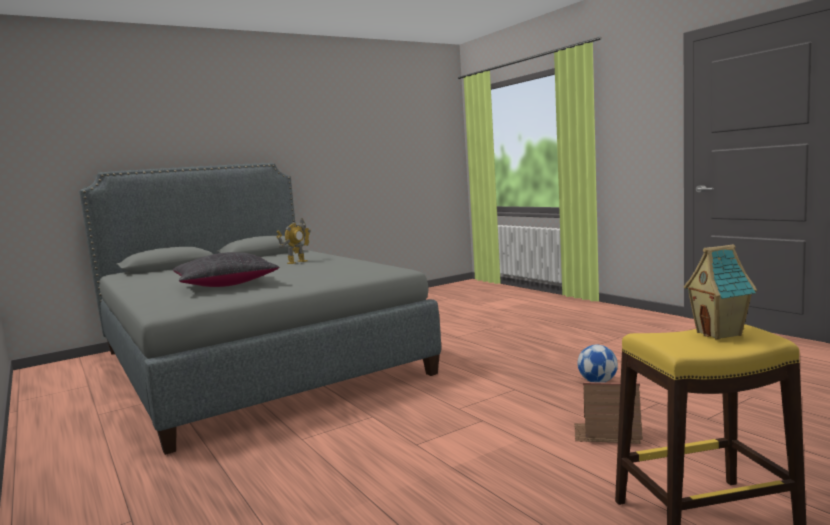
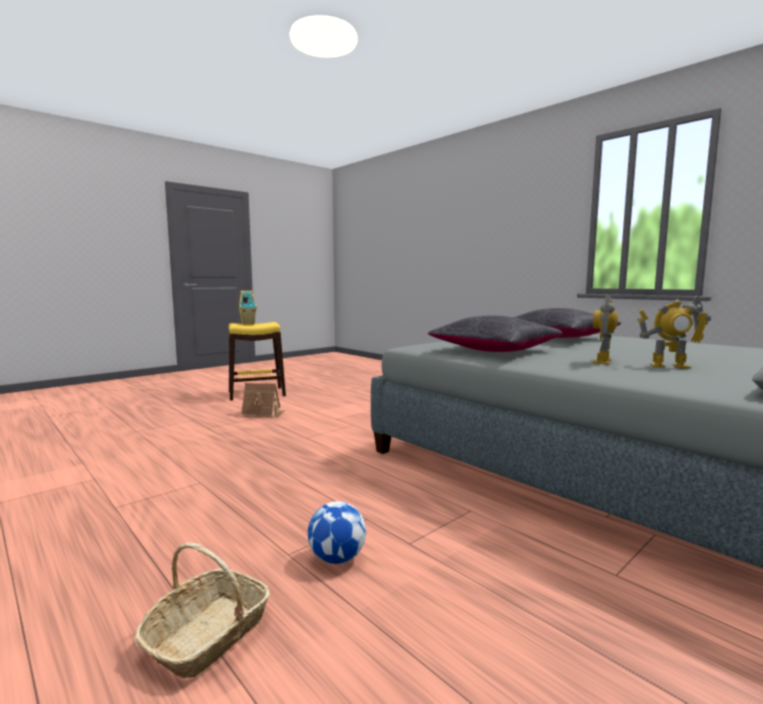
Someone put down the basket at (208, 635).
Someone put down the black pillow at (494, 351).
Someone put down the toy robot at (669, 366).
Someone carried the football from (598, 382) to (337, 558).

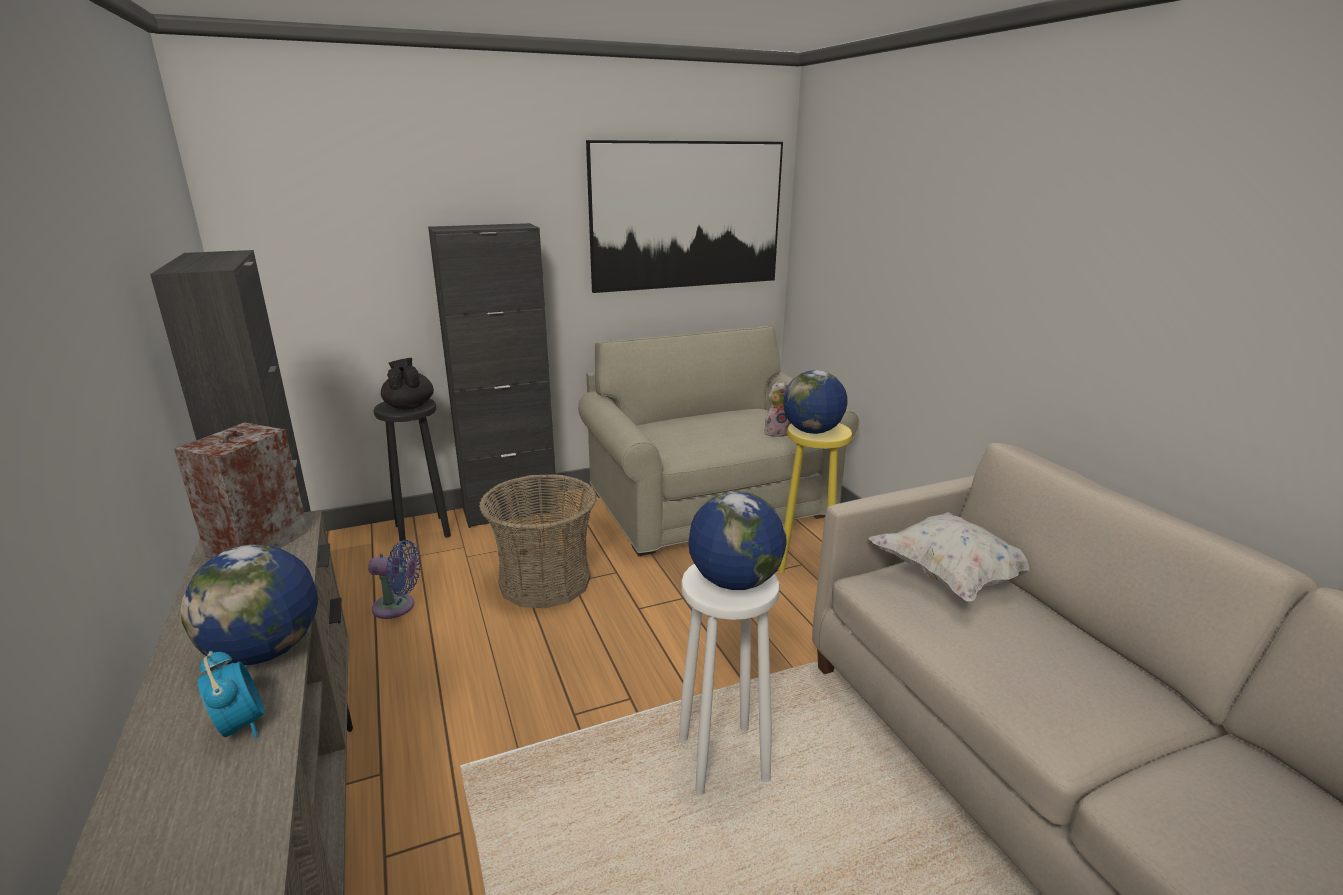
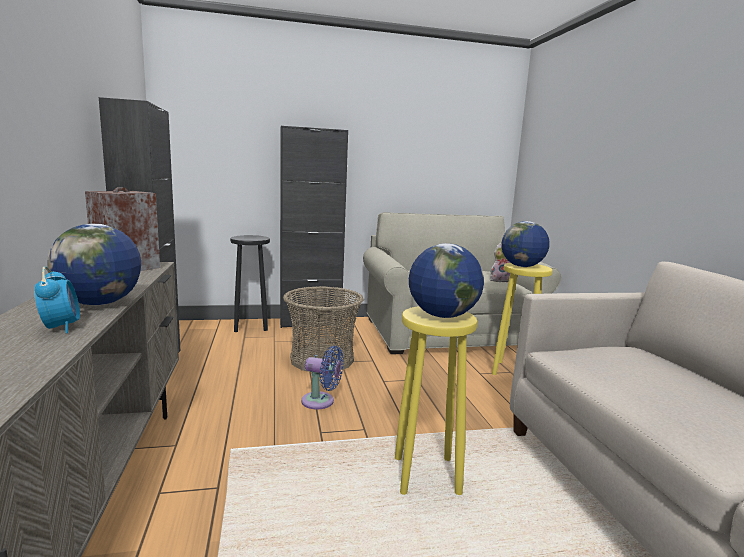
Someone took away the black teapot at (409, 406).
Someone took away the picture at (687, 216).
Someone took away the white pillow at (951, 576).
Someone carried the blue fan from (398, 607) to (321, 402).
Someone repainted the white stool at (723, 760), which became the yellow stool at (426, 476).

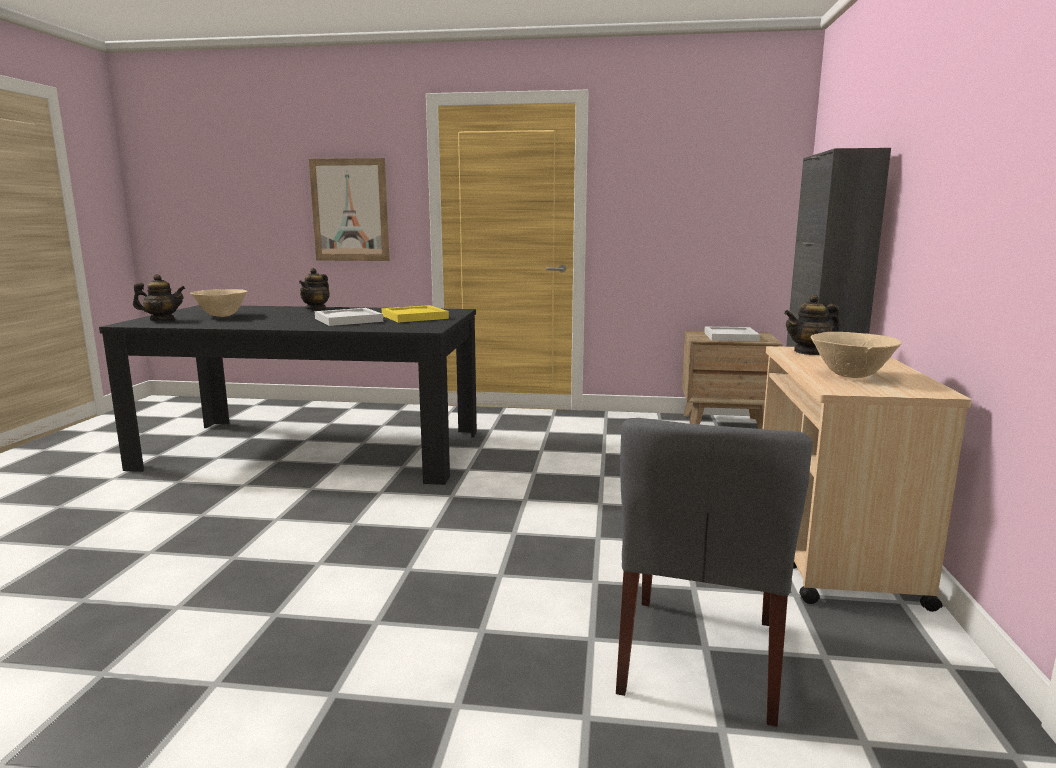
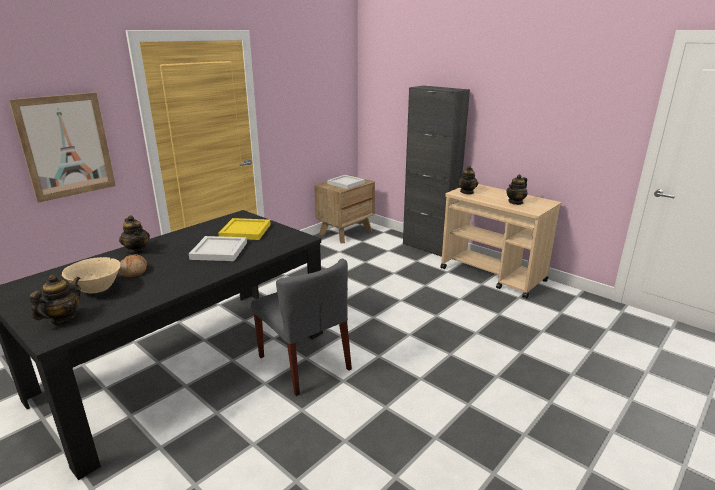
Someone put down the bread at (134, 271).
Someone carried the grey chair from (700, 656) to (304, 363).
Someone swapped the beige bowl at (851, 376) for the teapot at (515, 202).

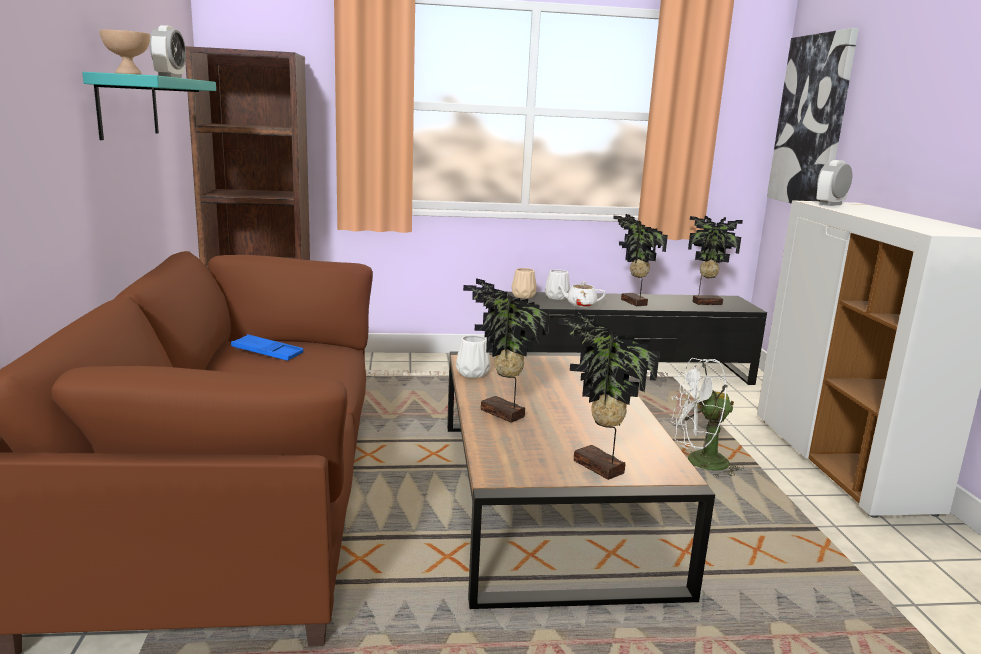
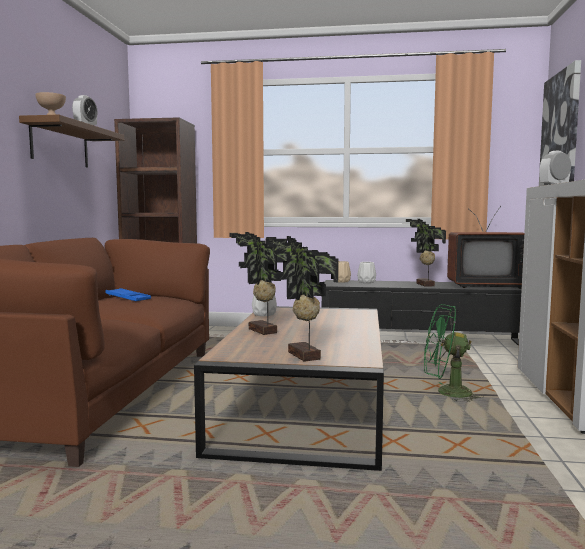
Someone took away the white teapot at (580, 304).
Someone swapped the potted plant at (705, 302) for the television at (486, 285).
Someone repainted the turquoise shelf at (128, 106), which became the brown shelf at (60, 145).
Someone repainted the white fan at (699, 462), which became the green fan at (446, 392).

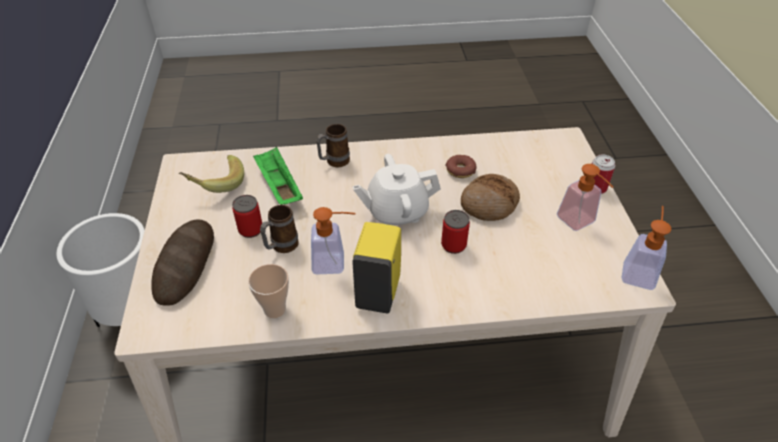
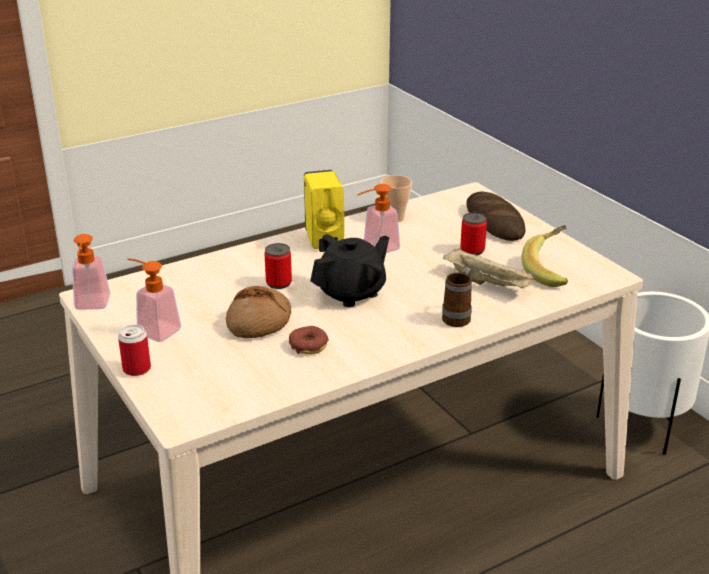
Someone took away the mug at (281, 247).
Someone repainted the green tray at (279, 186), which became the beige tray at (489, 283).
Someone repainted the white teapot at (396, 212), which became the black teapot at (351, 293).

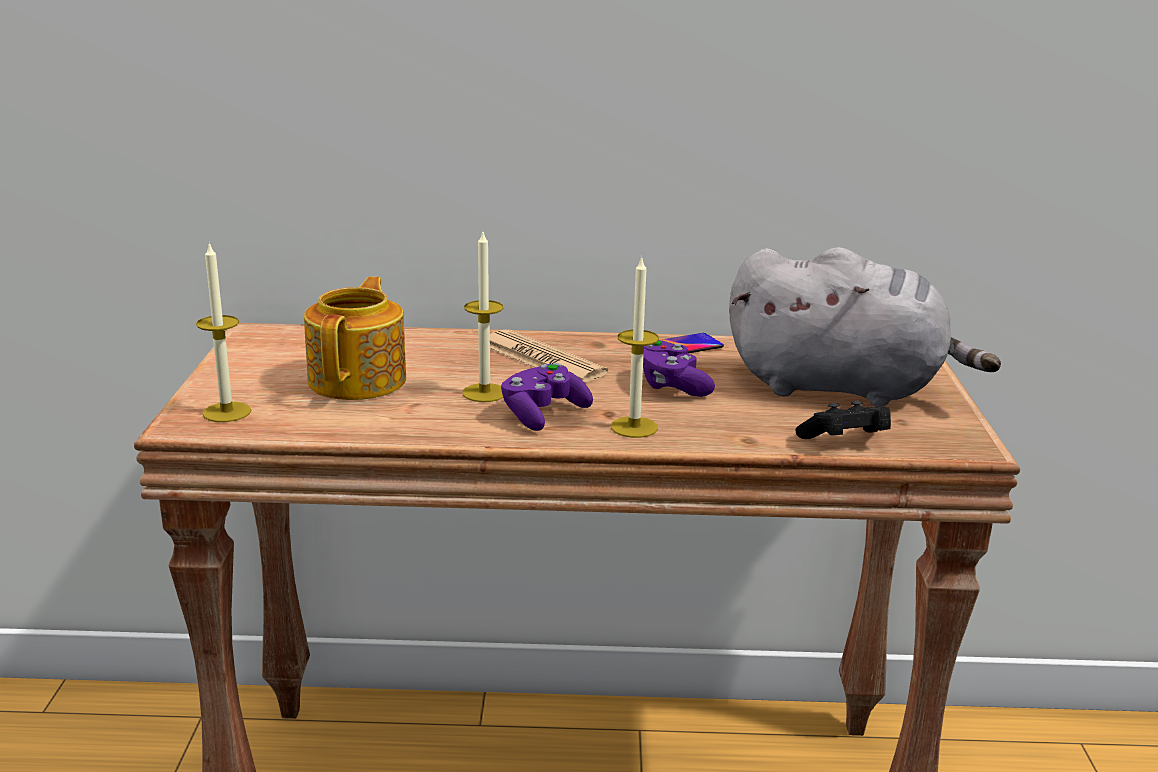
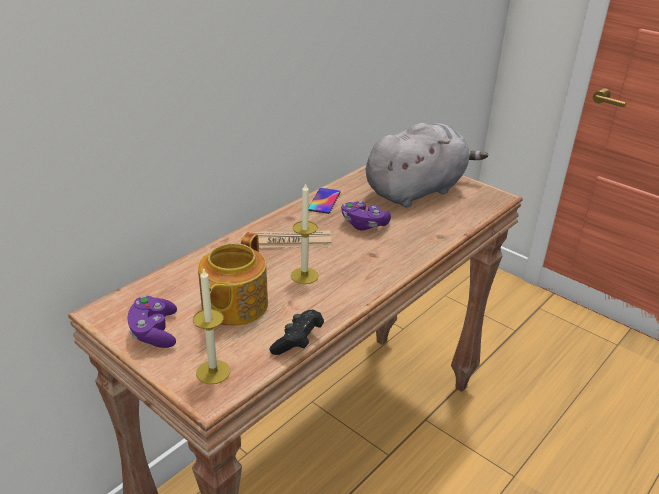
Someone took away the candle at (634, 427).
Someone carried the purple game controller from (543, 414) to (154, 332).
Someone carried the black game controller from (845, 442) to (298, 342).
Someone rotated the teapot at (359, 380) by 120 degrees counterclockwise.

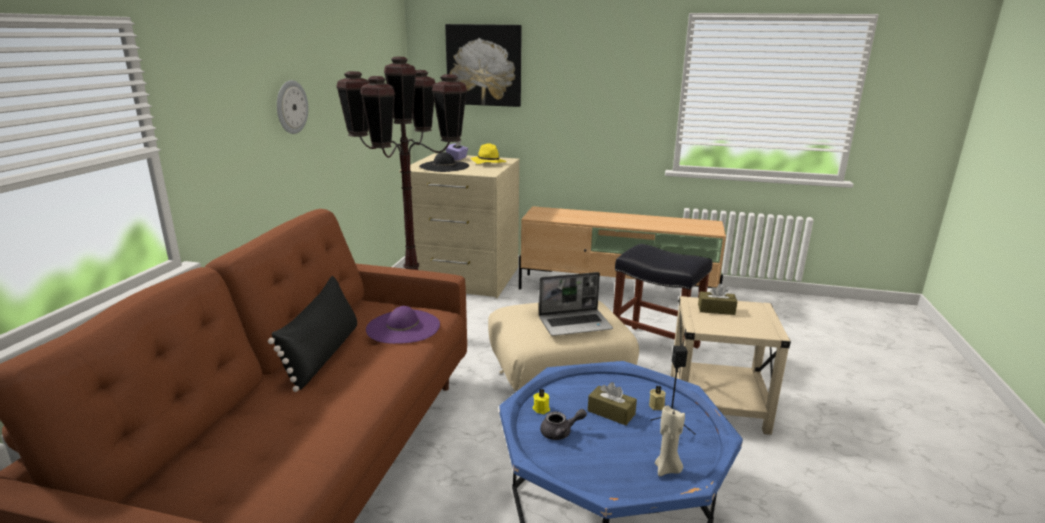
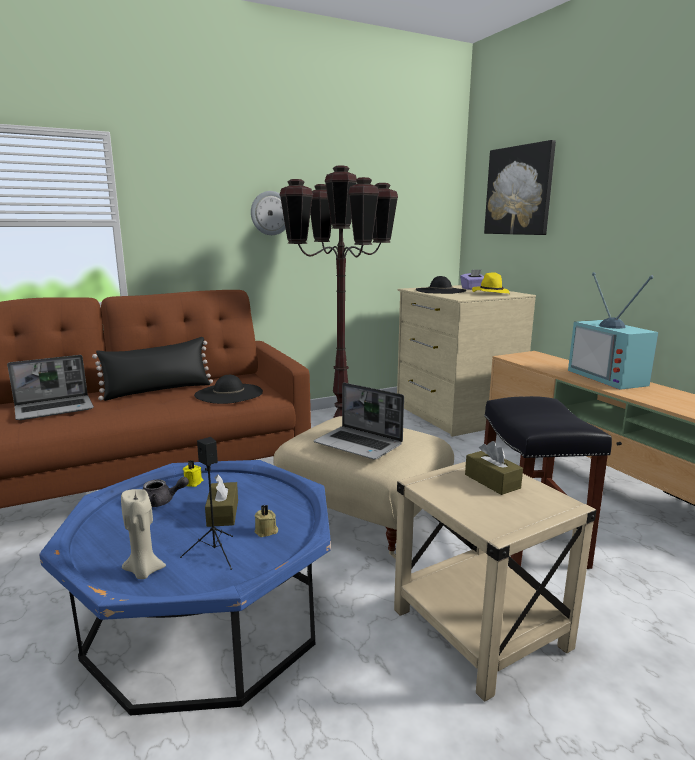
Someone put down the laptop at (55, 409).
Someone put down the television at (610, 378).
Someone repainted the purple hat at (403, 327), which became the black hat at (229, 393).
Someone rotated the grey teapot at (560, 432) by 45 degrees counterclockwise.

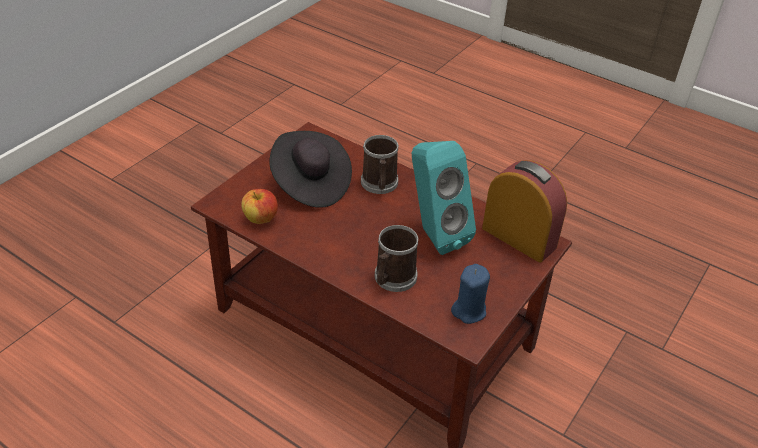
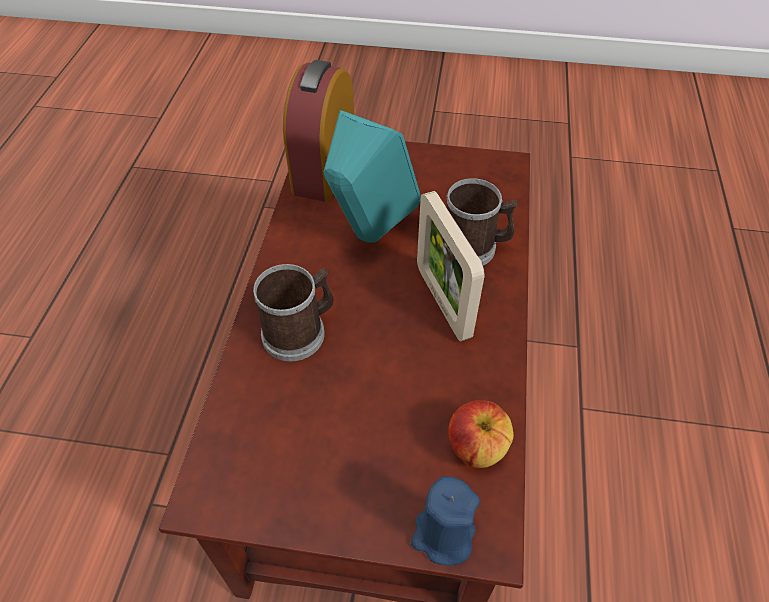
Someone took away the black hat at (310, 184).
Someone put down the picture frame at (443, 302).
Someone carried the blue candle from (469, 310) to (443, 535).

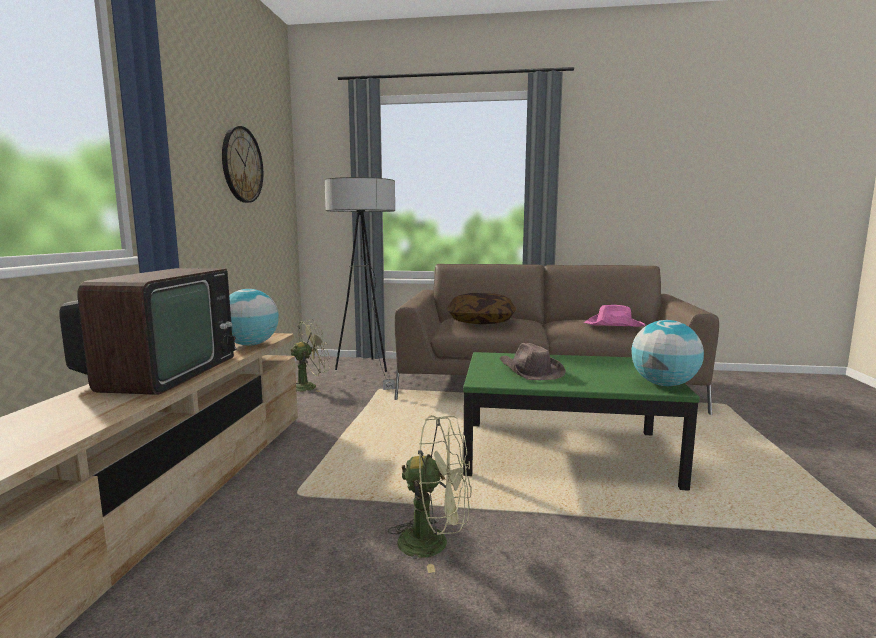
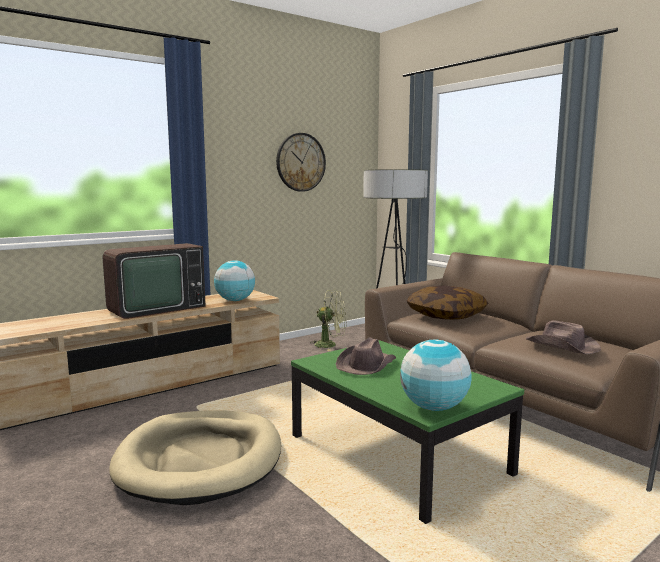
Someone swapped the green fan at (434, 543) for the beige dog bed at (200, 460).
Someone repainted the pink hat at (614, 325), which became the brown hat at (562, 346).

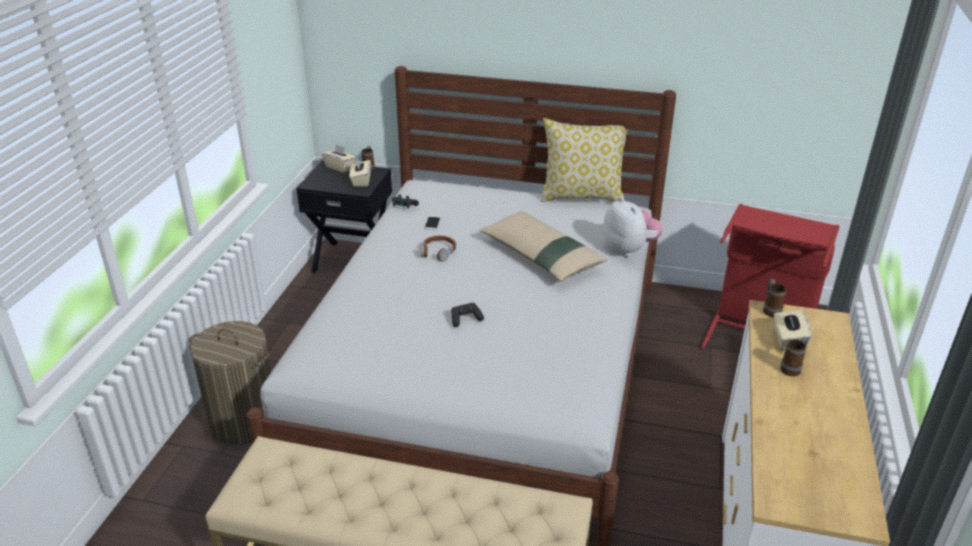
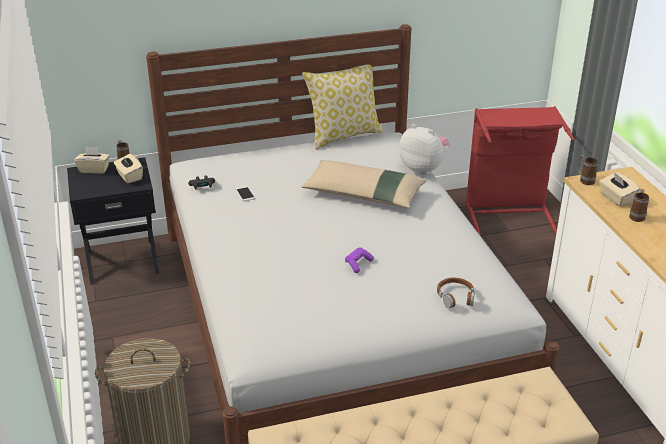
Someone carried the brown headphones from (438, 252) to (455, 297).
Someone repainted the black game controller at (465, 319), which became the purple game controller at (358, 264).

